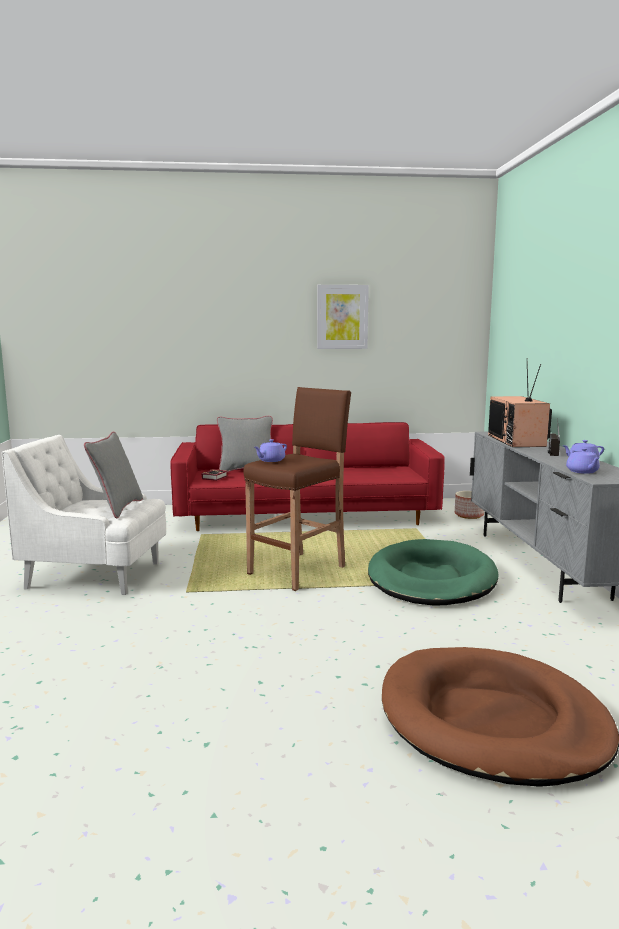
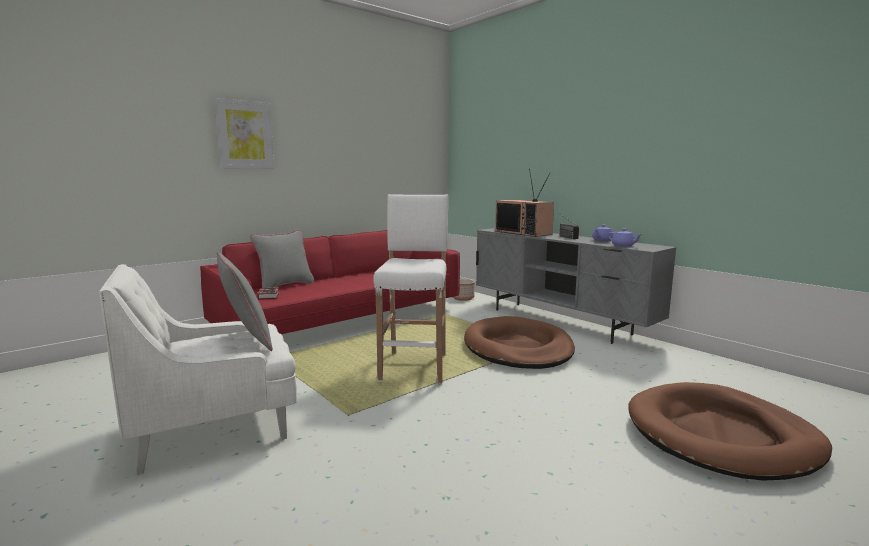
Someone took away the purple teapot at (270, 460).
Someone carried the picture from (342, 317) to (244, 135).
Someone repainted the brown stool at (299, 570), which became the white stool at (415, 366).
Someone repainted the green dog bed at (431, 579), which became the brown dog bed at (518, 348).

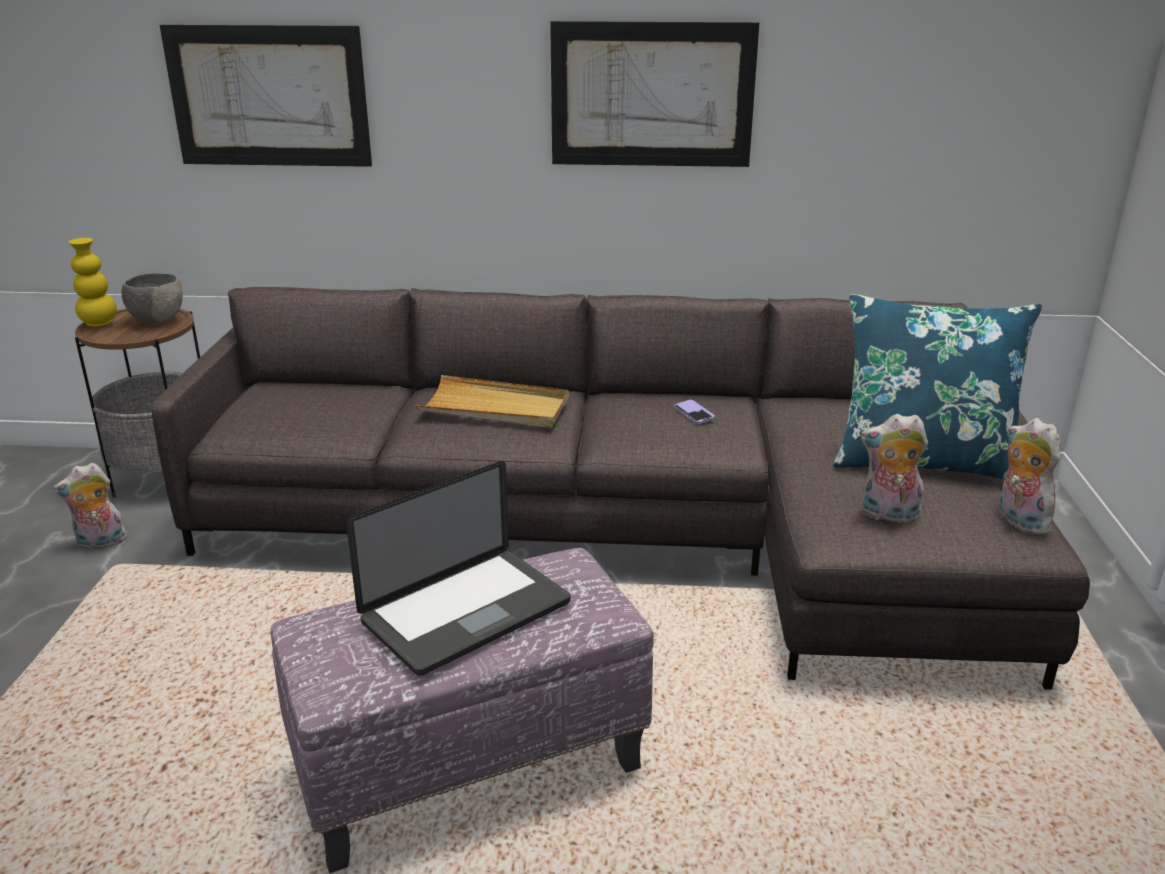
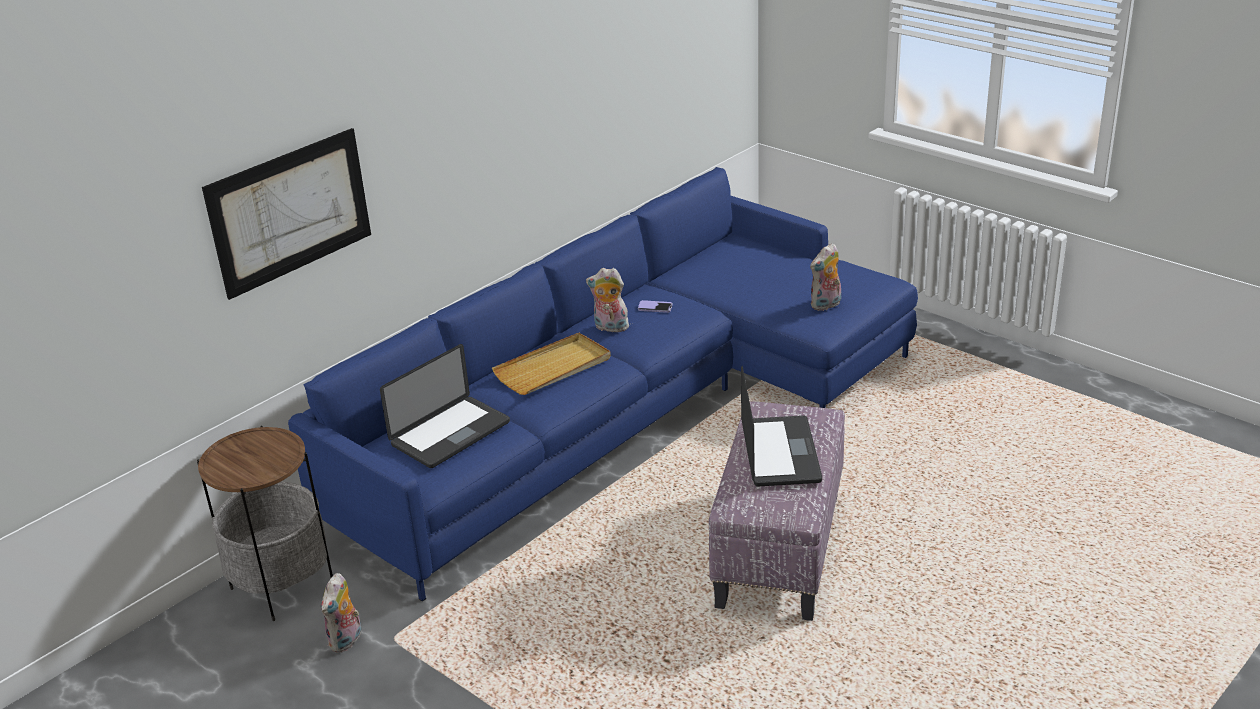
Someone took away the yellow vase at (99, 323).
Someone took away the grey bowl at (158, 320).
Someone took away the picture at (652, 95).
Someone took away the blue pillow at (922, 461).
Someone put down the laptop at (450, 434).
Someone carried the plush toy from (1018, 521) to (610, 328).
Someone repainted the grey sofa at (629, 535), which became the blue sofa at (633, 412).

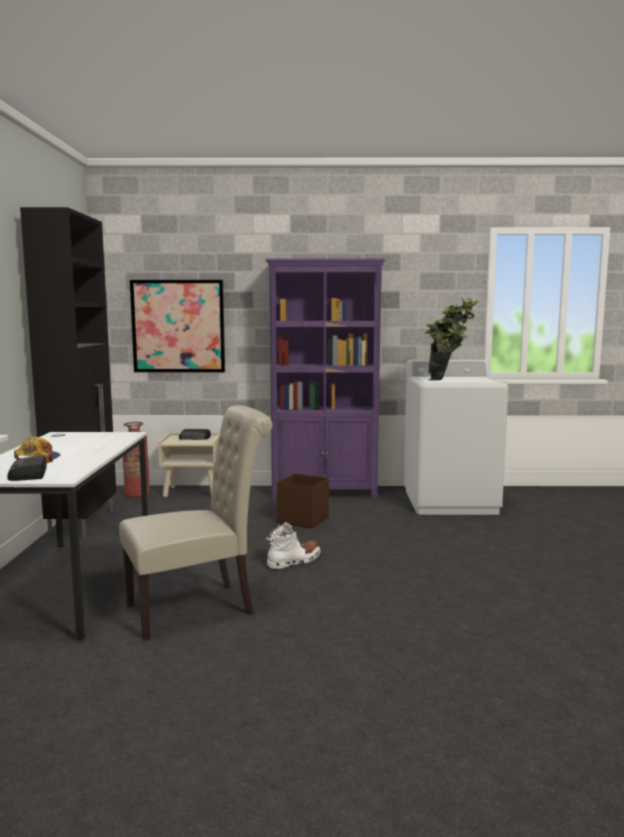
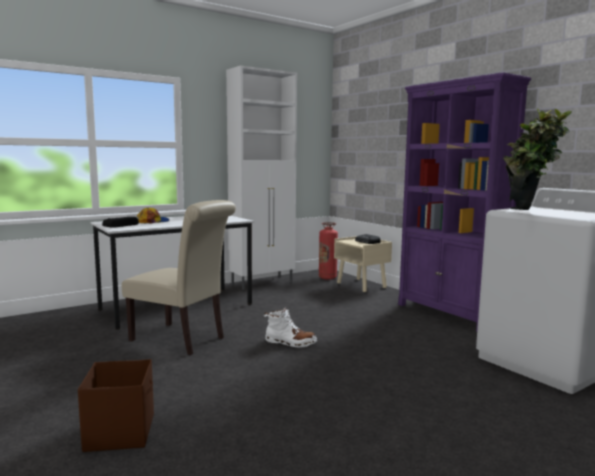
Someone took away the picture at (178, 326).
Someone carried the brown storage box from (302, 520) to (121, 432).
Someone repainted the black cabinet at (84, 523), which became the white cabinet at (263, 283).

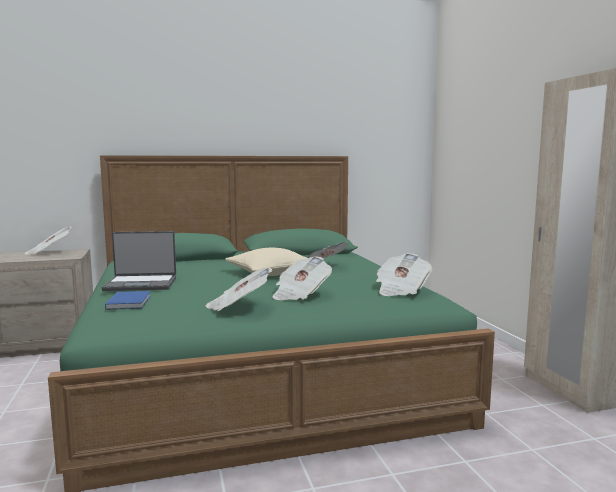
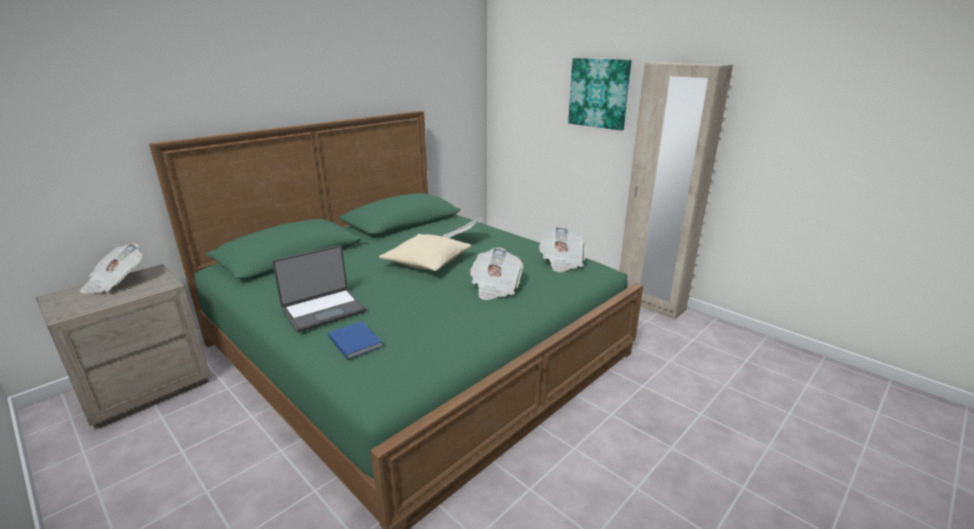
Someone took away the newspaper at (238, 306).
Someone put up the picture at (599, 93).

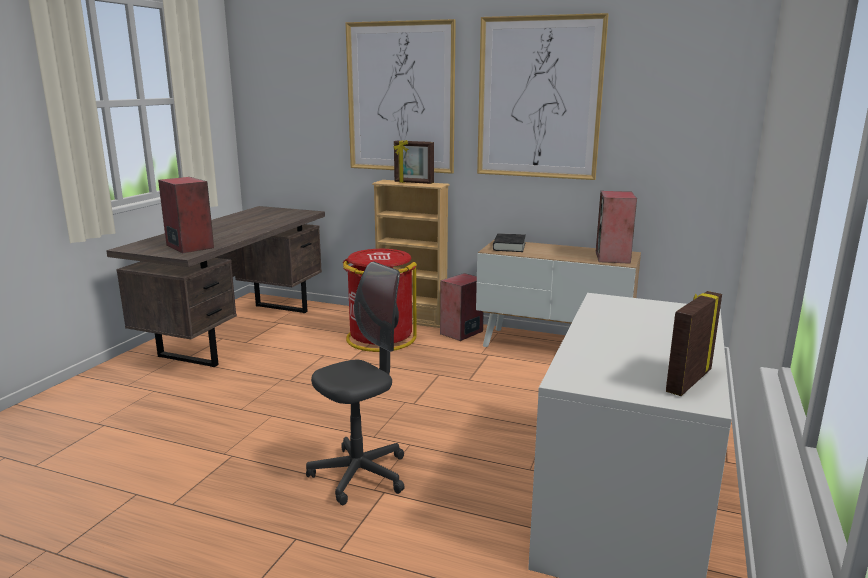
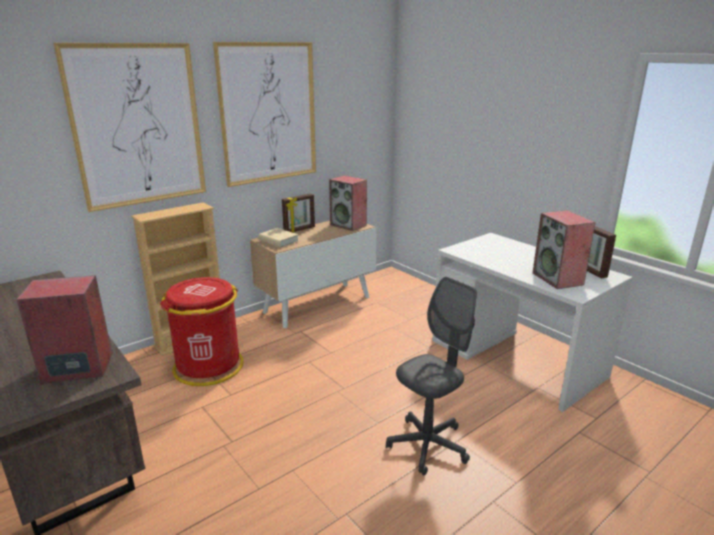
Someone carried the picture frame from (413, 183) to (299, 230).
Someone carried the speaker from (461, 333) to (558, 279).
Someone repainted the black book at (509, 246), which became the beige book at (278, 241).
Someone rotated the grey office chair at (360, 475) by 60 degrees clockwise.

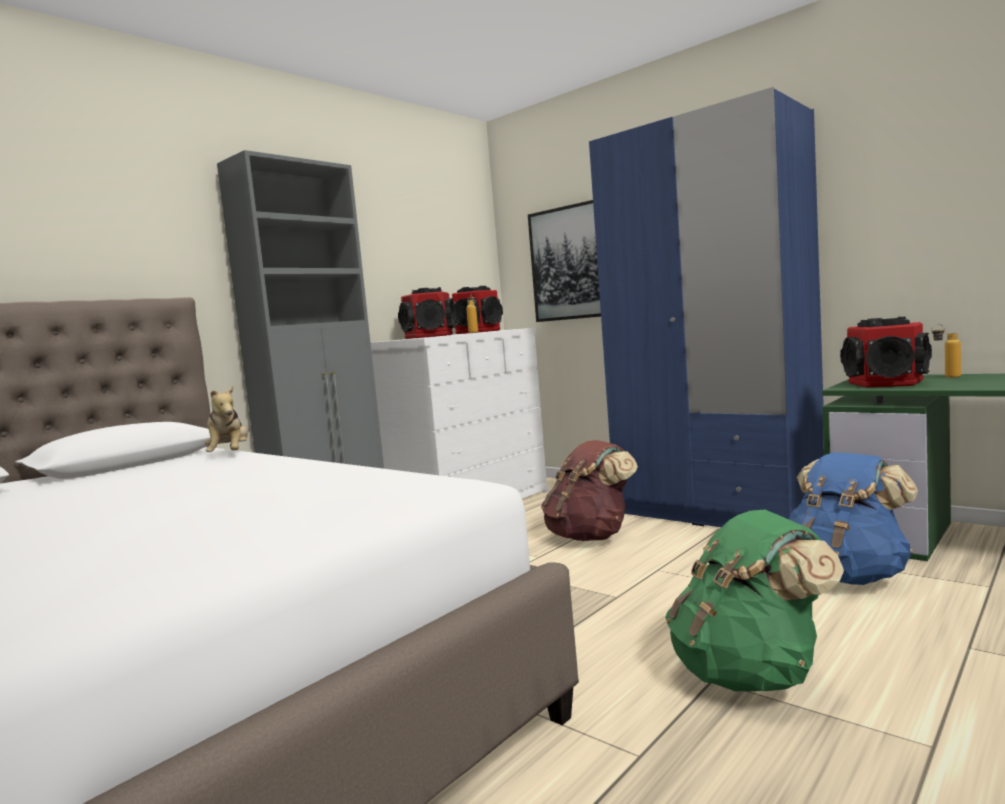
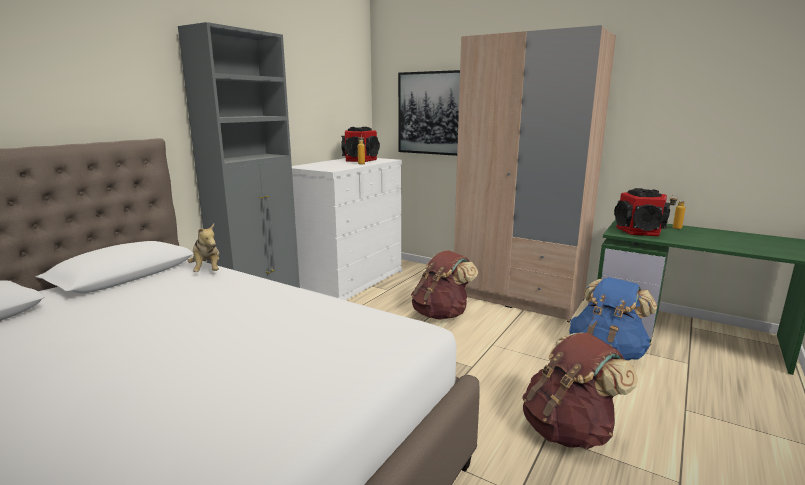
Someone took away the speaker at (429, 336).
Someone repainted the blue wardrobe at (717, 513), which became the beige wardrobe at (518, 297).
Someone repainted the green backpack at (750, 674), which became the brown backpack at (569, 430).

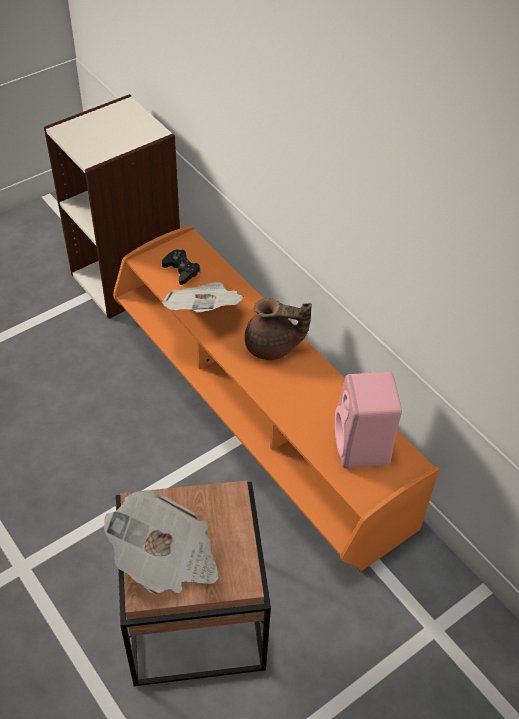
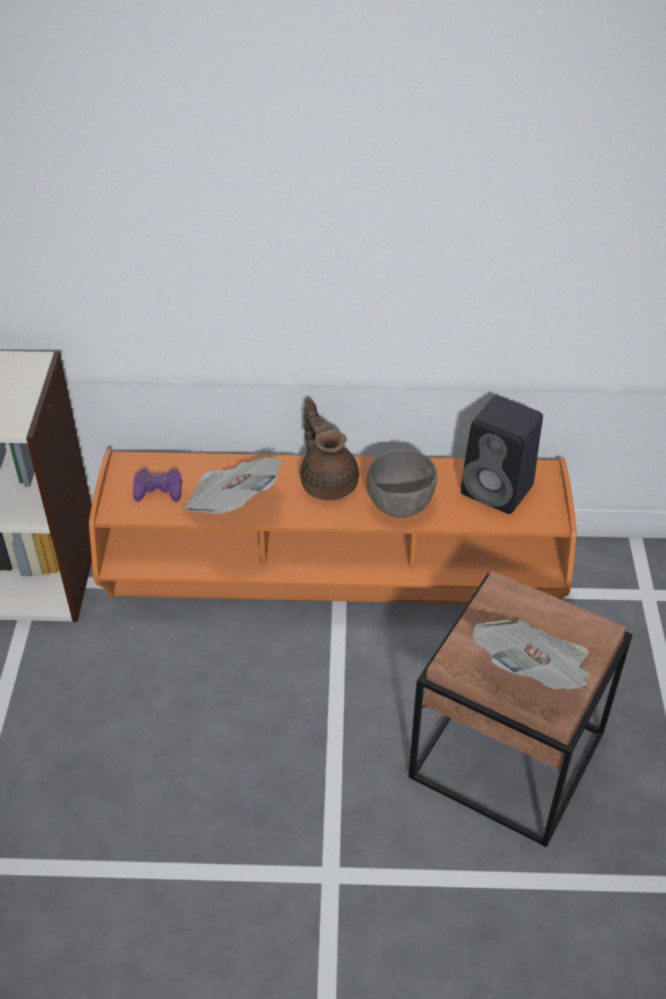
Someone put down the grey bowl at (399, 506).
Someone repainted the black game controller at (181, 270), which became the purple game controller at (158, 490).
Someone repainted the pink speaker at (362, 448), which became the black speaker at (499, 490).
Someone rotated the brown teapot at (272, 347) by 75 degrees counterclockwise.

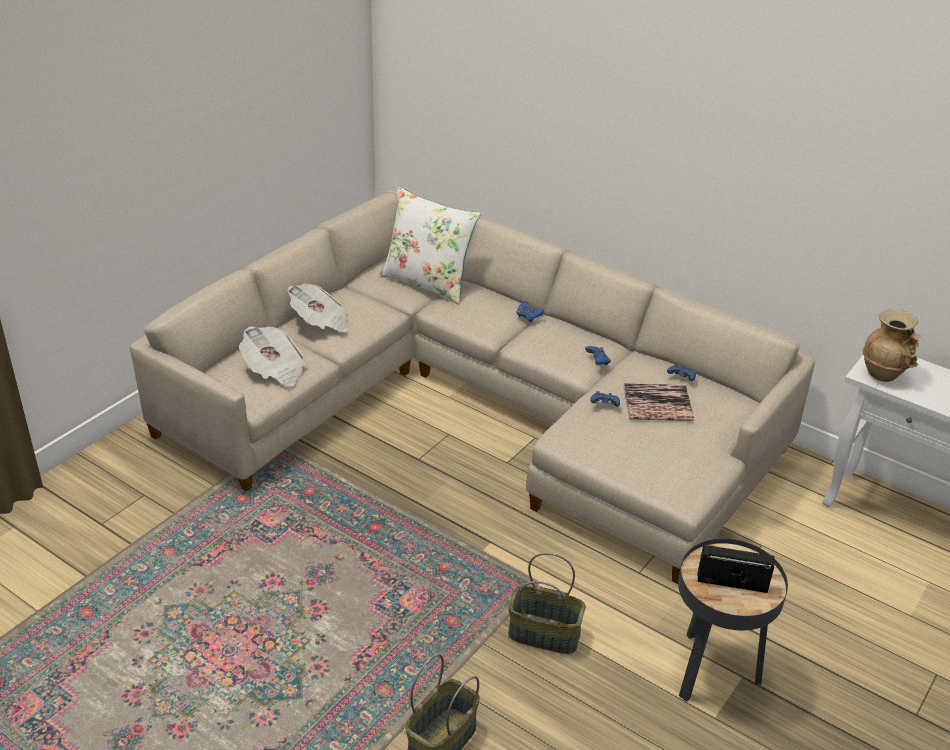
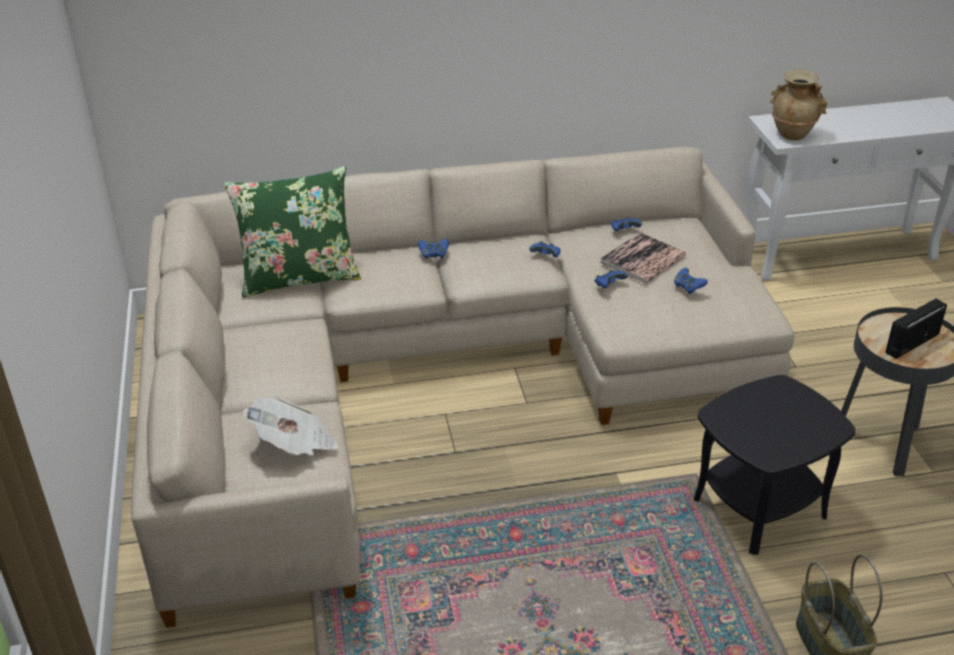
Someone took away the newspaper at (320, 322).
Someone put down the blue game controller at (688, 287).
Someone swapped the basket at (545, 634) for the black side table at (759, 507).
Someone repainted the white pillow at (428, 283), which became the green pillow at (299, 277).

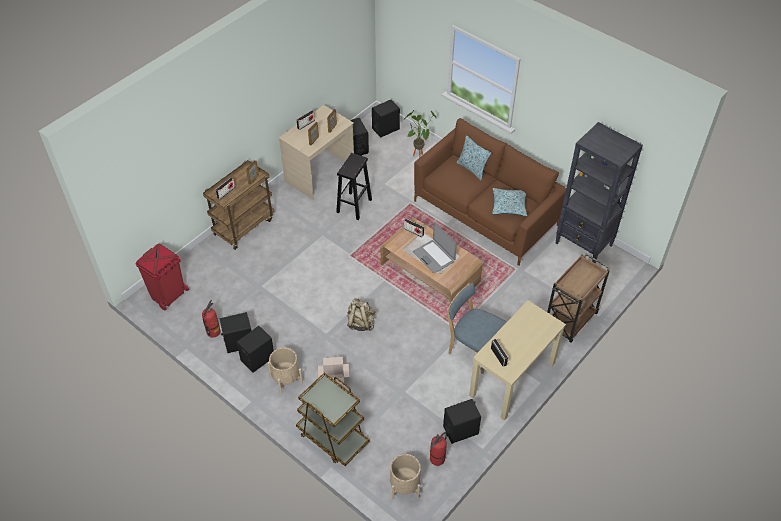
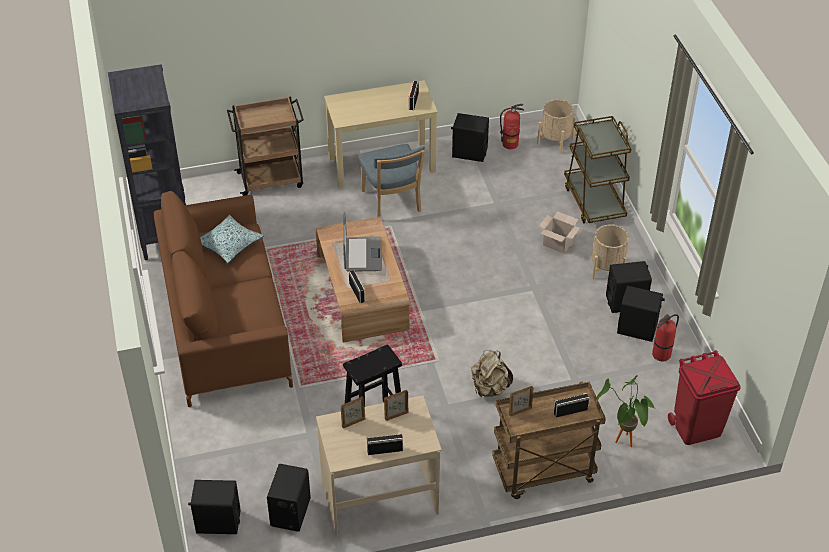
Someone took away the pillow at (472, 169).
Someone carried the beige backpack from (360, 322) to (489, 388).
Someone carried the potted plant from (418, 155) to (622, 444).

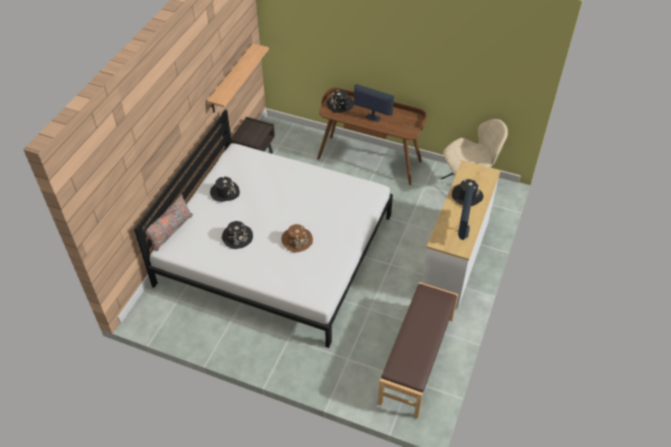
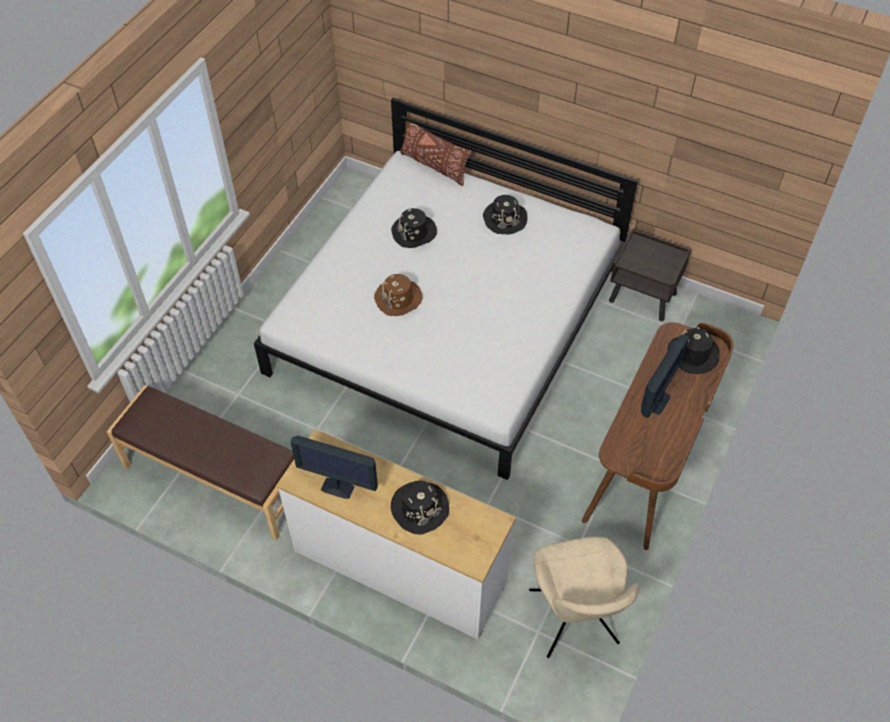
Someone took away the shelf at (231, 79).
Someone repainted the grey pillow at (171, 231), which became the brown pillow at (434, 166).

